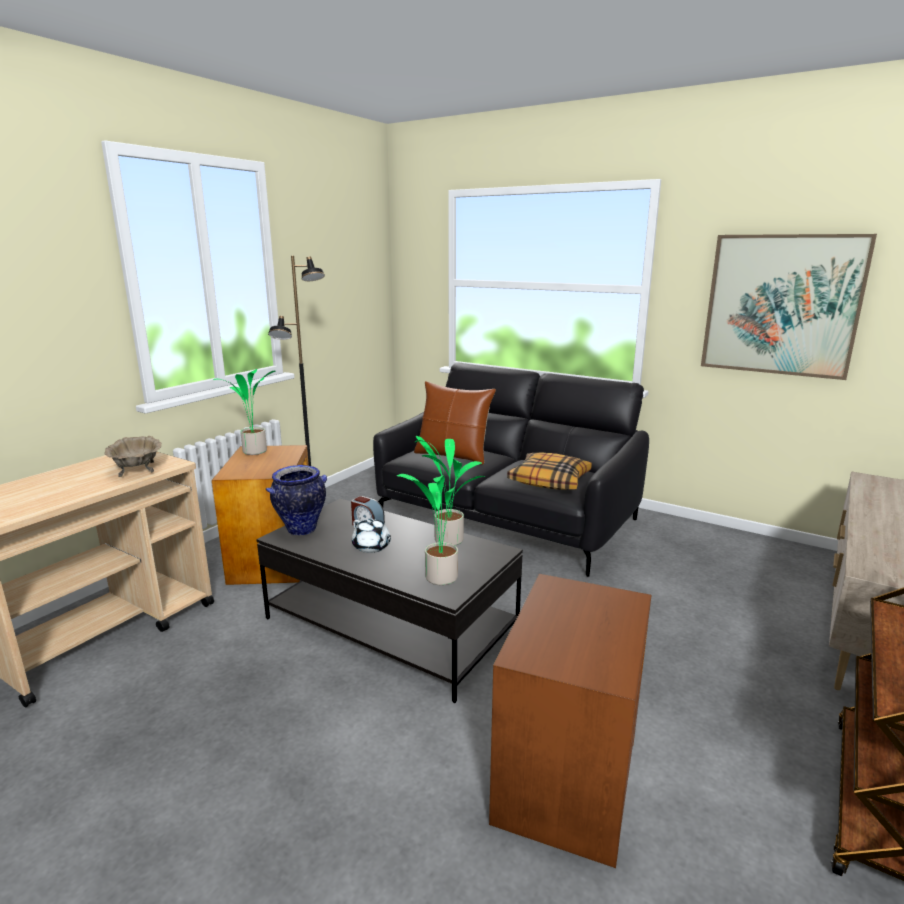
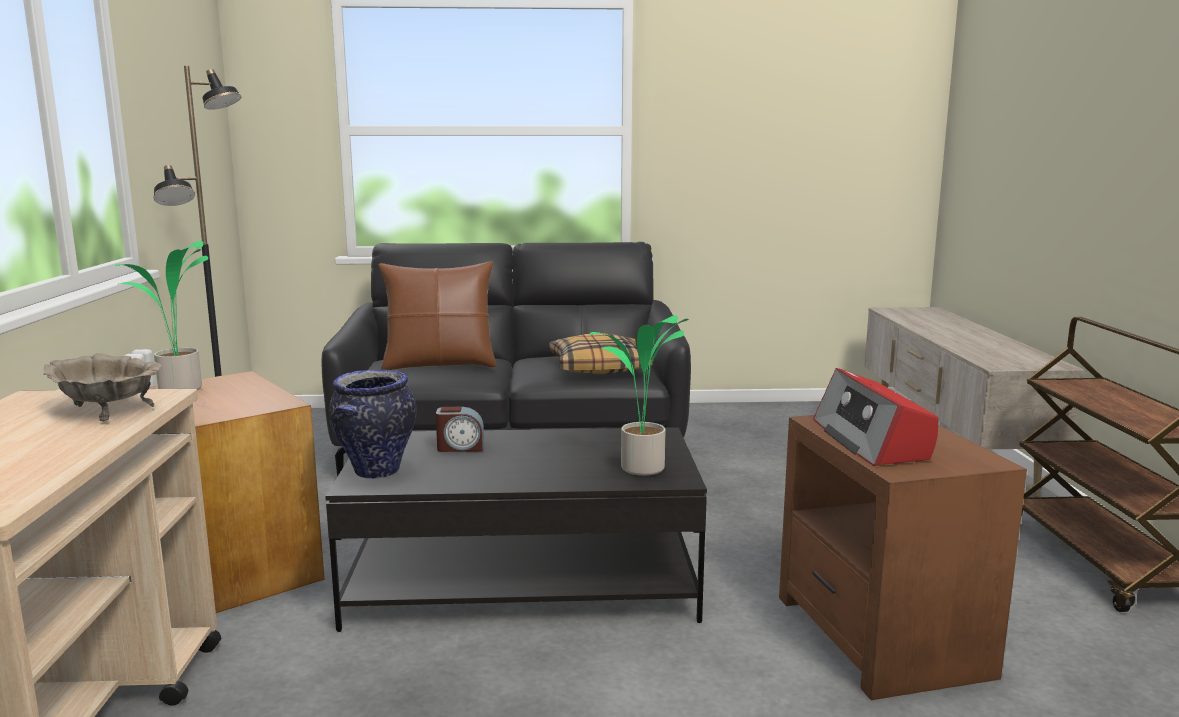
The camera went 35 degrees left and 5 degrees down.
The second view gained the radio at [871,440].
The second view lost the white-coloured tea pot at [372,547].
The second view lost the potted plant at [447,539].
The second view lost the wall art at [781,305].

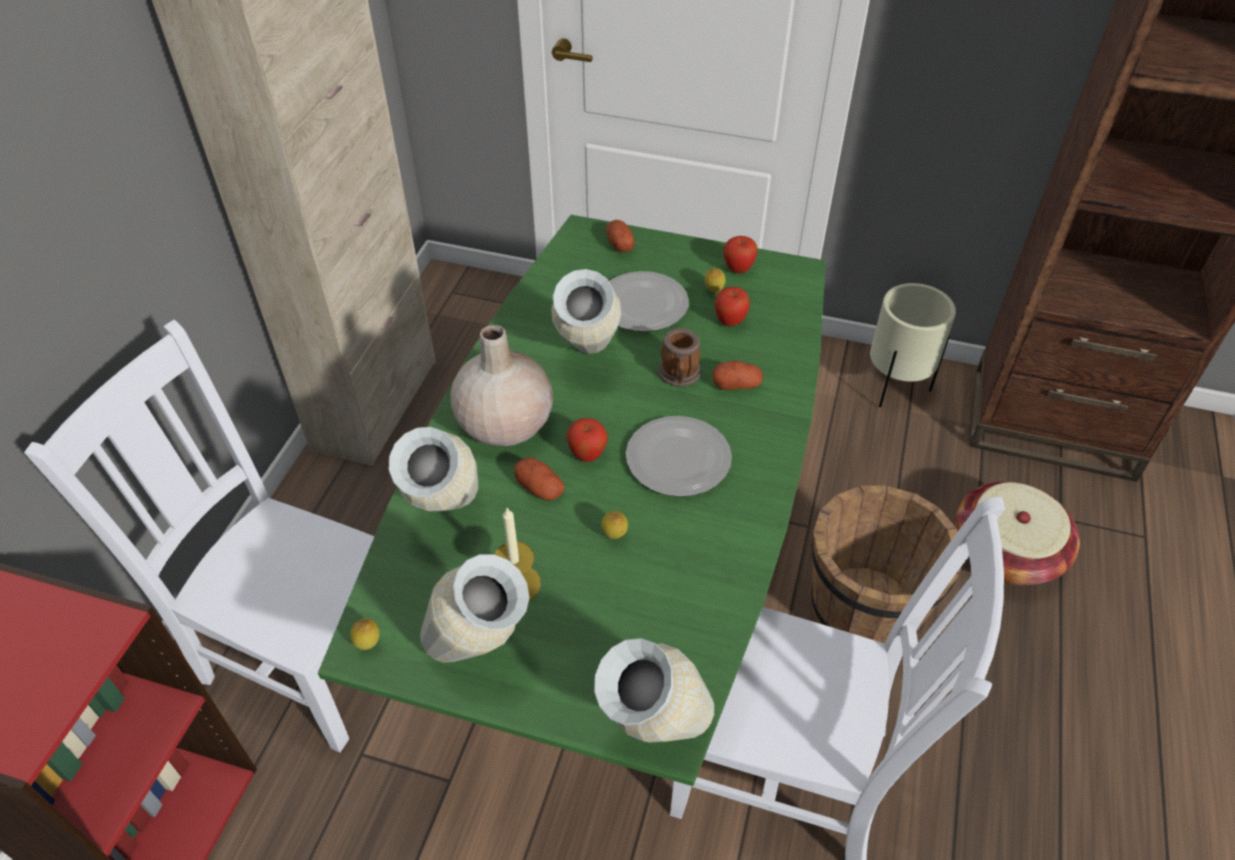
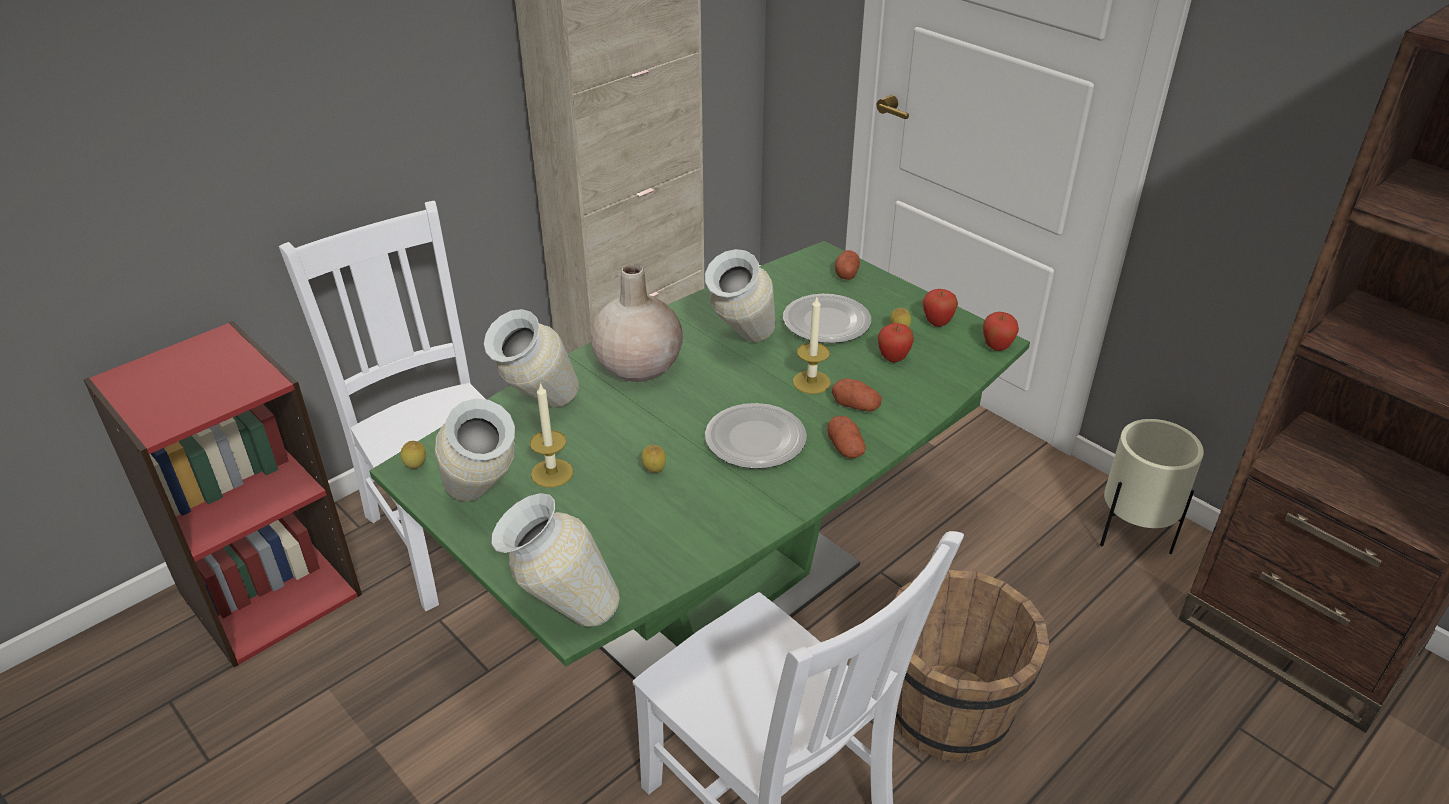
The camera went 30 degrees right and 10 degrees down.
Where the coffee mug stood at [679,376], the candle came to stand at [811,382].
The spud ended up elsewhere, having gone from [540,488] to [845,447].
The apple ended up elsewhere, having gone from [587,455] to [996,347].
The second view lost the household basket at [1006,552].

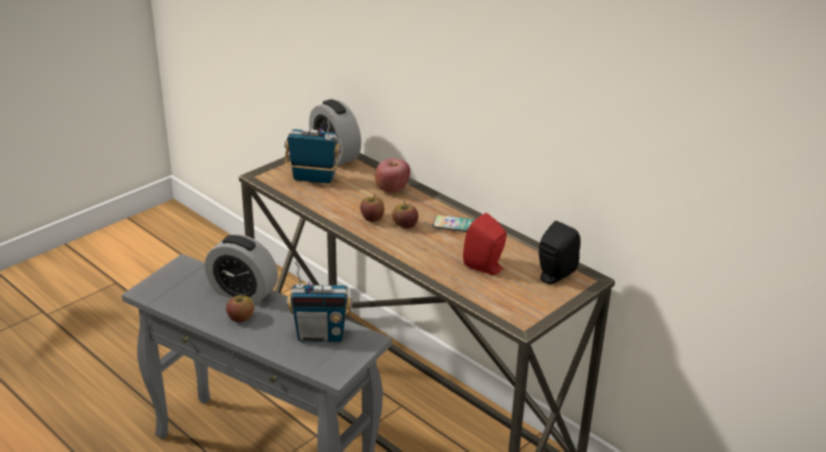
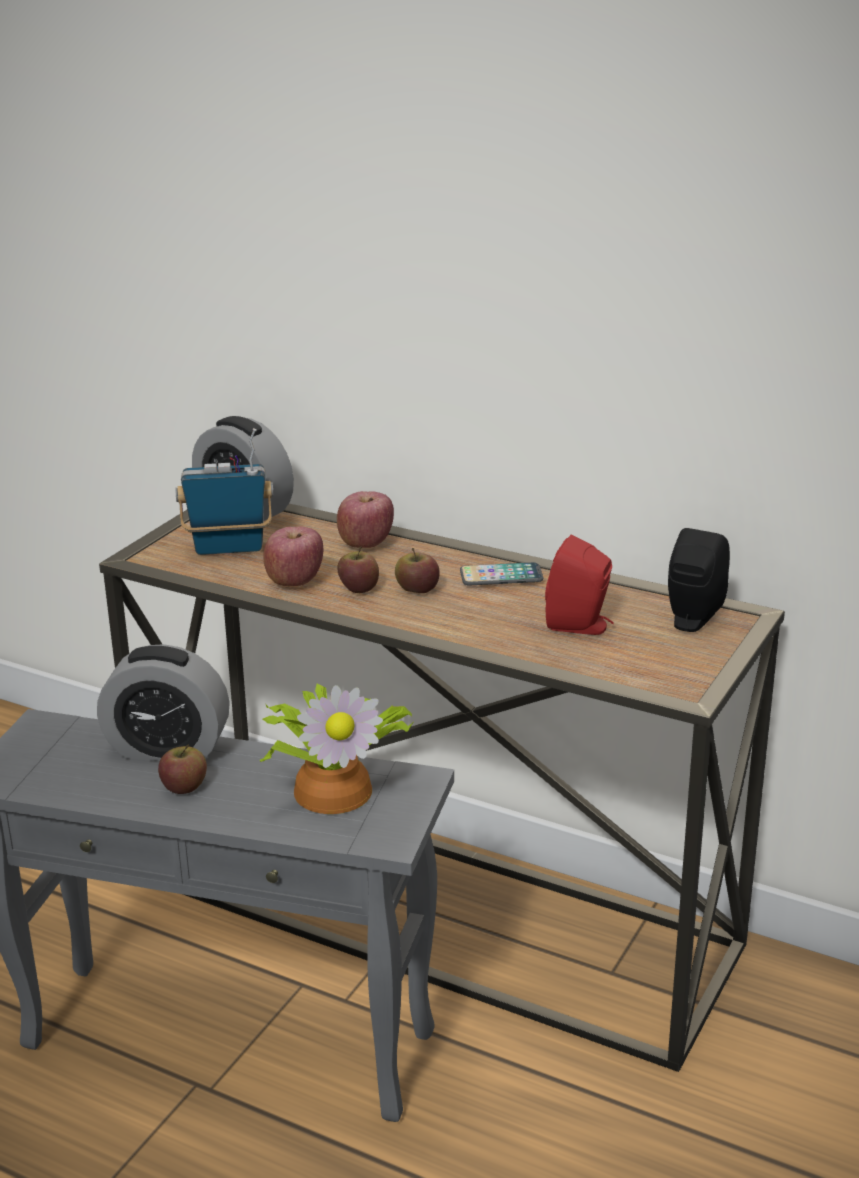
The camera went 15 degrees left and 5 degrees down.
Where the radio stood at [320,335], the potted plant came to stand at [335,787].
The second view gained the apple at [294,580].

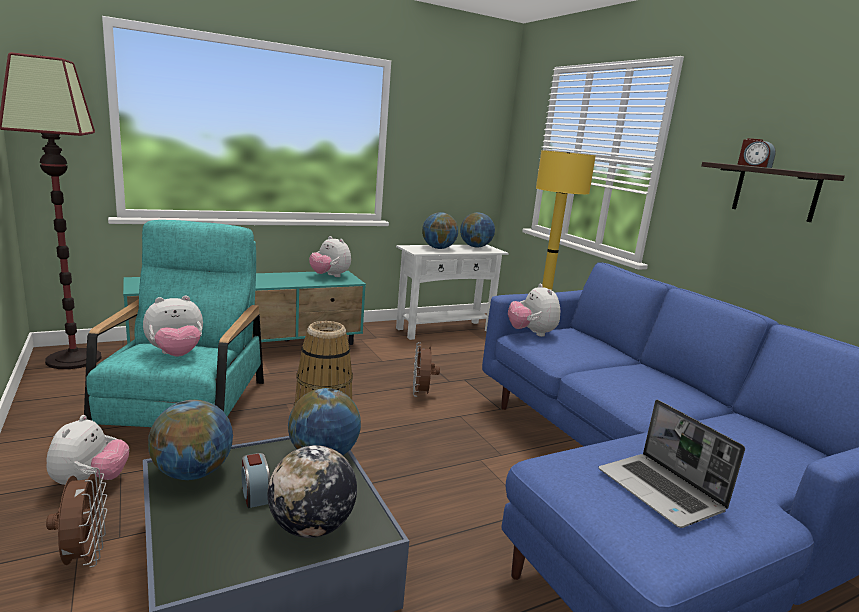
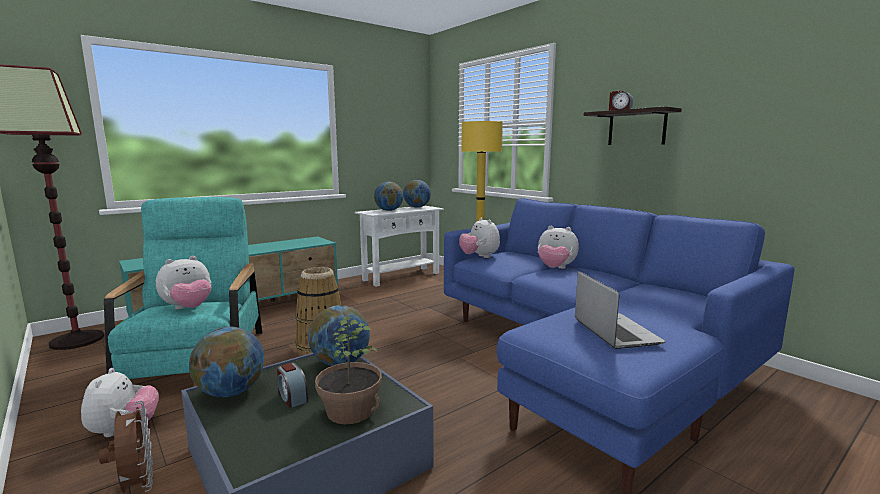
The camera went 10 degrees left and 5 degrees down.
Where the desk globe stood at [311,527], the potted plant came to stand at [349,411].
The soft toy ended up elsewhere, having gone from [329,276] to [555,268].
The notebook computer at [661,491] ended up facing another way, 150 degrees counterclockwise from before.
The second view lost the brown cooling fan at [421,394].

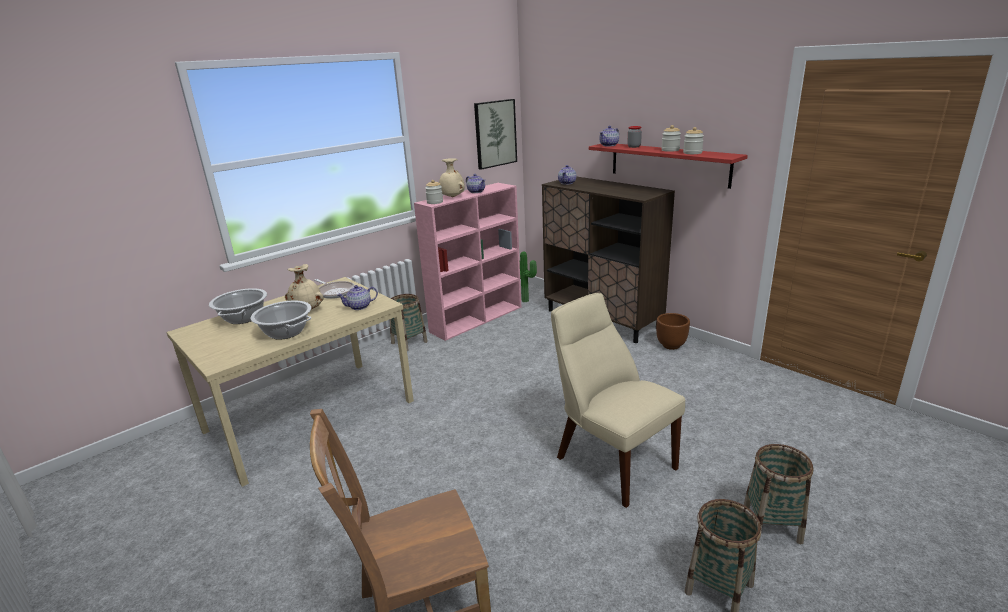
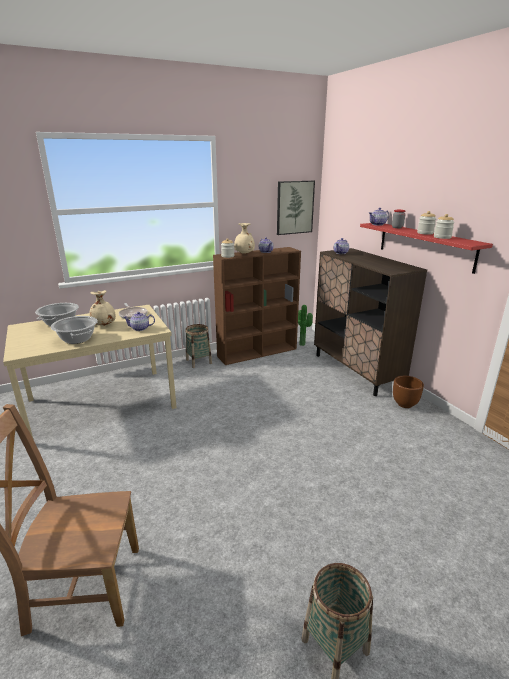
The camera went 15 degrees right and 0 degrees up.
What was the pinkish bookshelf at [477,319] turned into the brown bookshelf at [258,352].
The second view lost the beige-coloured chair at [611,460].
The second view lost the household basket at [772,524].

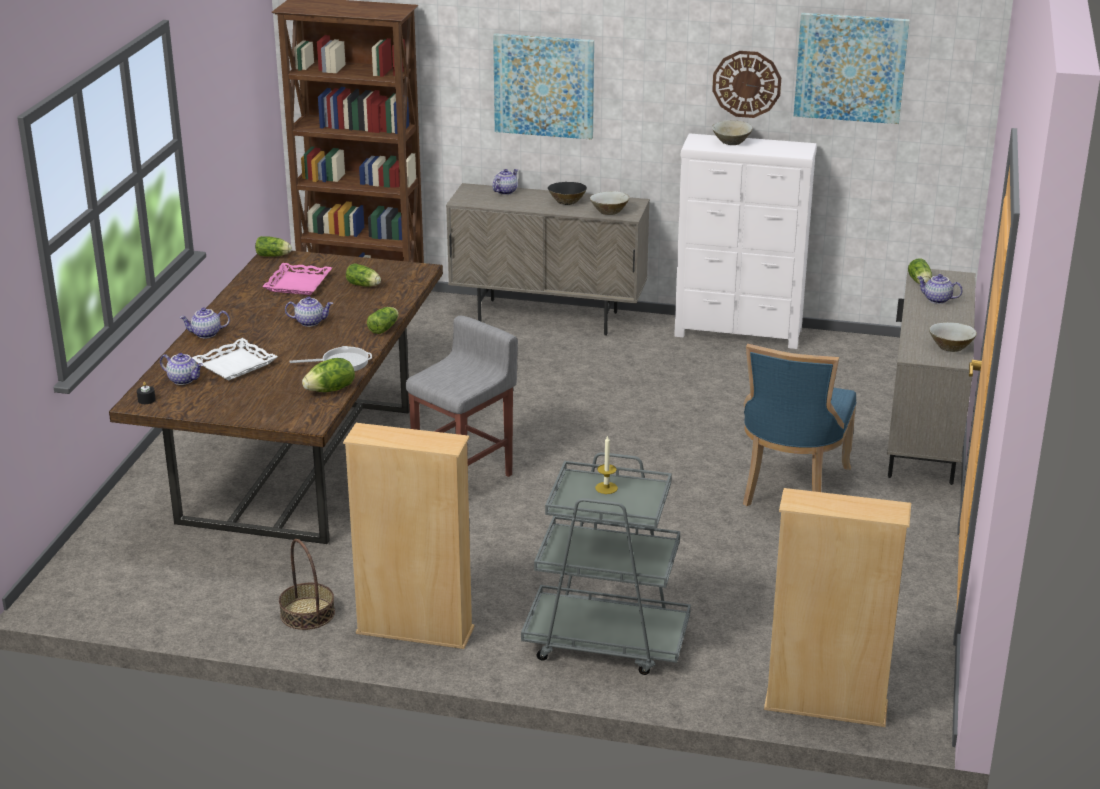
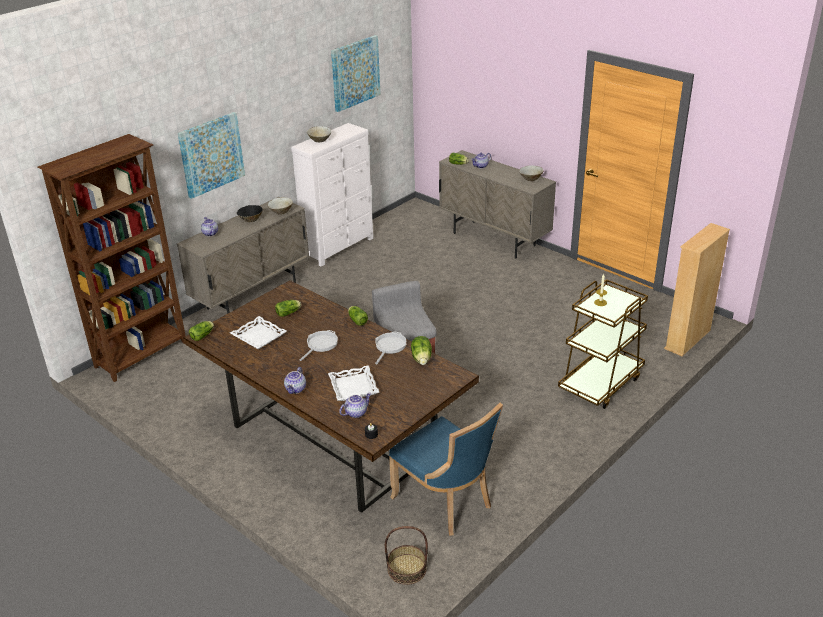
The camera went 60 degrees left and 5 degrees up.
What was the pinkish serving tray at [297,284] turned into the white-coloured serving tray at [258,336].
Where the tea pot stood at [310,322], the pan came to stand at [320,344].
The household basket ended up elsewhere, having gone from [307,613] to [406,569].
The blue-coloured chair ended up elsewhere, having gone from [791,488] to [446,502].
What was the greyish cart at [605,641] turned into the brown cart at [600,383].
The second view lost the beige-coloured bookshelf at [415,631].
The second view lost the wall clock at [746,84].

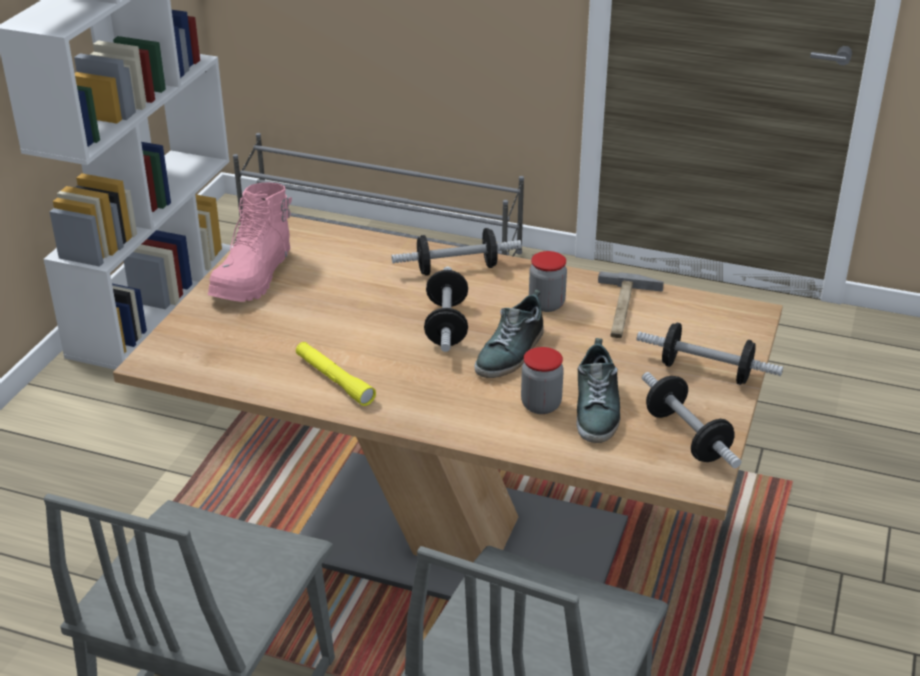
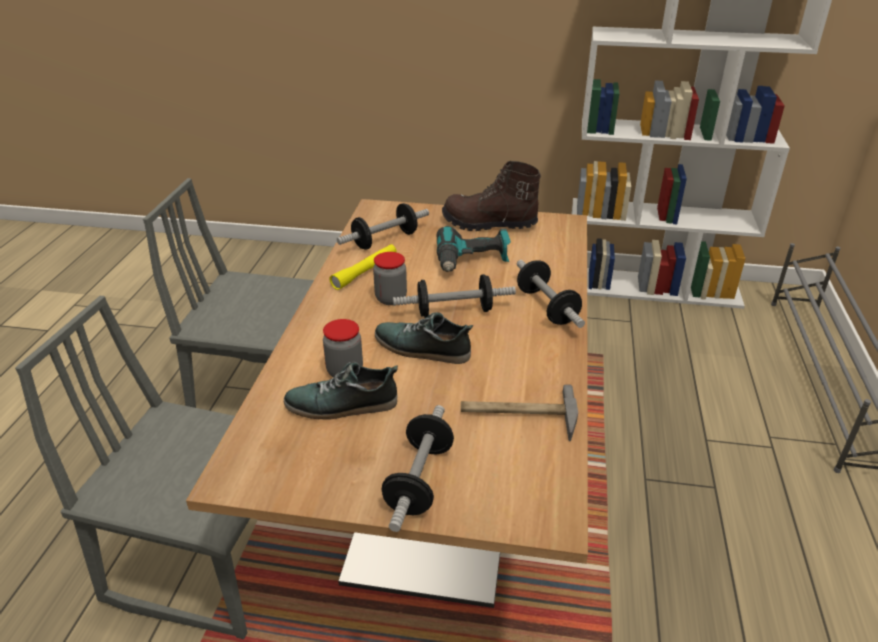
The camera went 80 degrees right and 0 degrees up.
The hand weight ended up elsewhere, having gone from [687,437] to [385,240].
The jar ended up elsewhere, having gone from [546,304] to [391,298].
The second view gained the electric drill at [472,261].
What was the pinkish tall boot at [254,278] turned into the brown tall boot at [488,224].

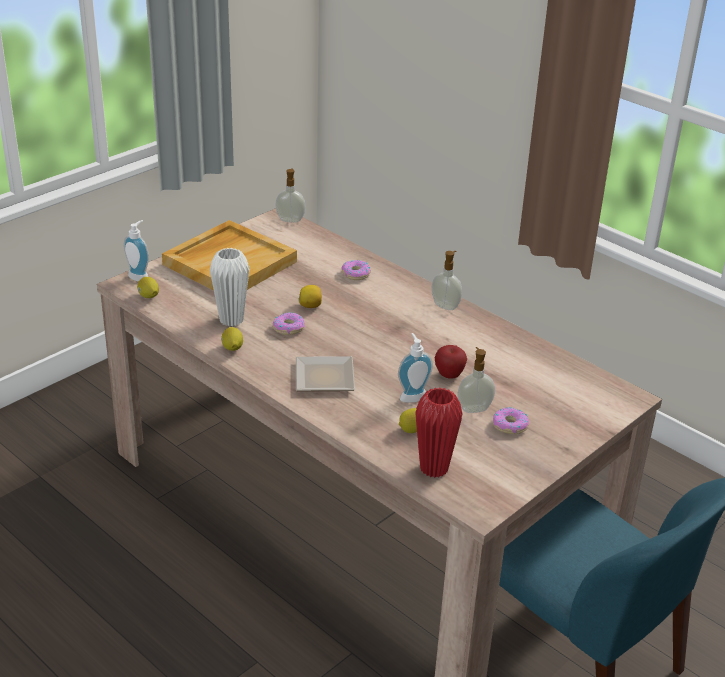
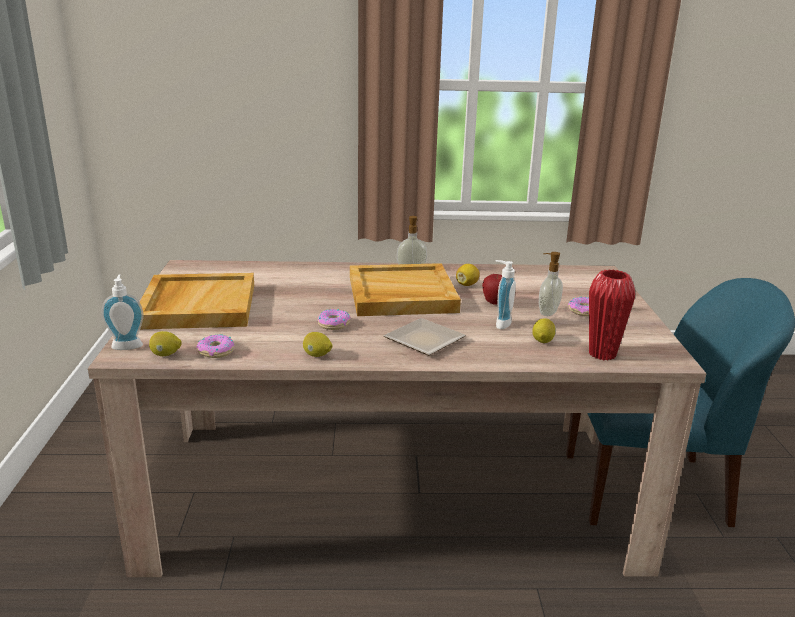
The camera went 45 degrees left and 10 degrees down.
The ring doughnut ended up elsewhere, having gone from [355,274] to [216,351].
The second view gained the beige-coloured serving tray at [401,294].
The citrus fruit ended up elsewhere, having gone from [310,306] to [467,284].
The second view lost the white-coloured decorative vase at [231,320].
The second view lost the soap bottle at [290,220].

